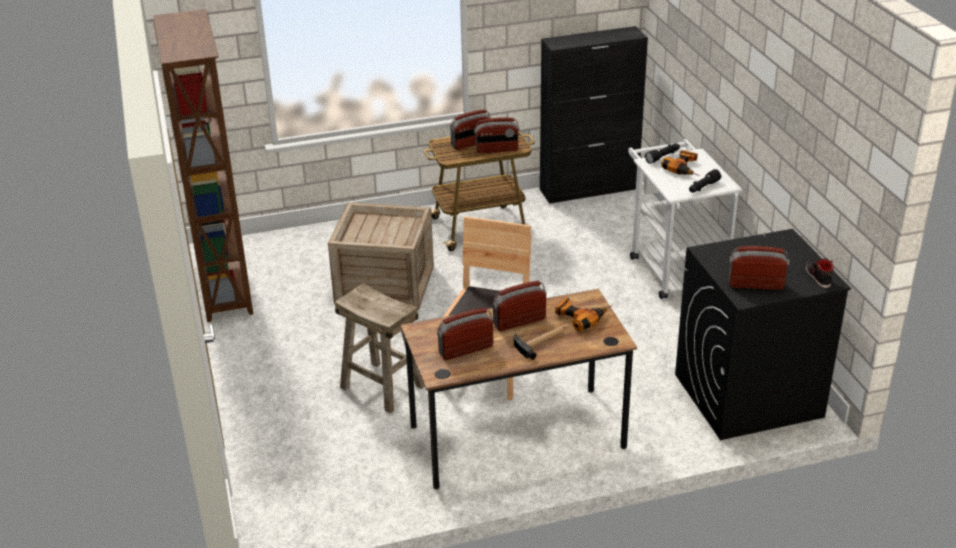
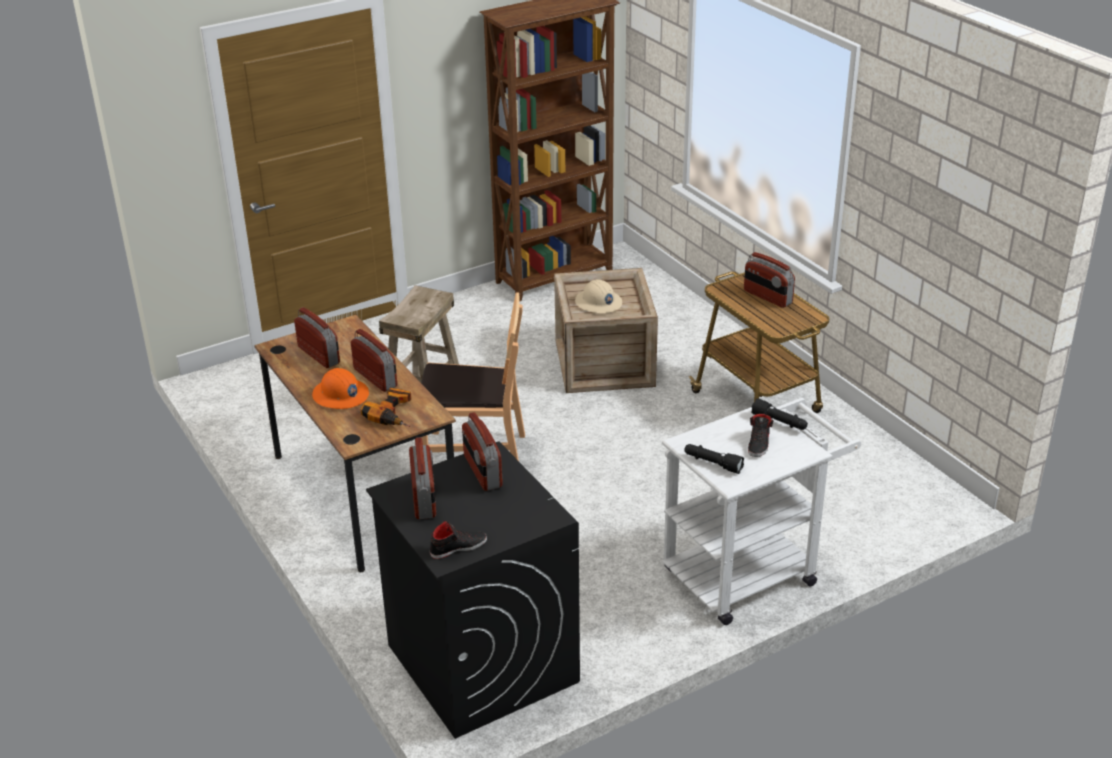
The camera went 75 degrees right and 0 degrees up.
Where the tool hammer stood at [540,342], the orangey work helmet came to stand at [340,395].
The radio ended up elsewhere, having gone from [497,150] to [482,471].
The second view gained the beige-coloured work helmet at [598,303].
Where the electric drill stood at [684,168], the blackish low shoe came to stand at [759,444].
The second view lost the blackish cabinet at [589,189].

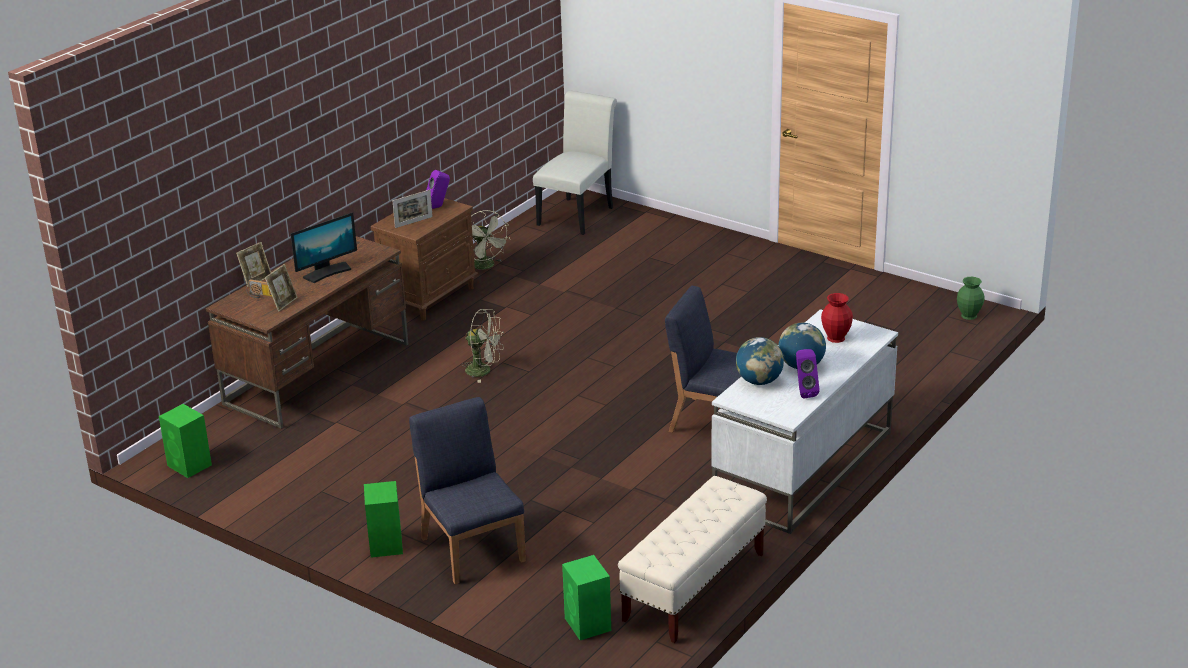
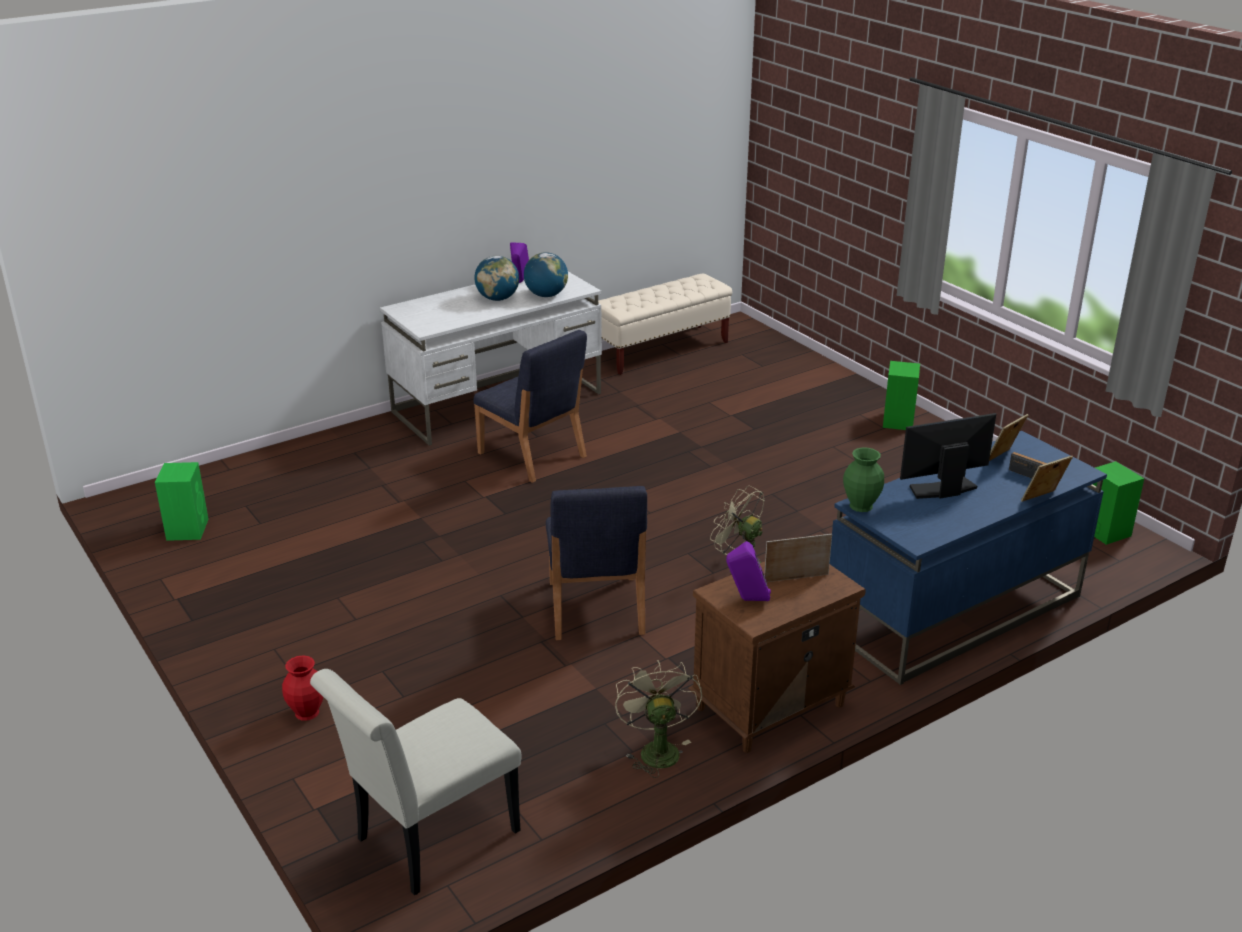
The camera went 160 degrees left and 0 degrees up.
The green-coloured loudspeaker ended up elsewhere, having gone from [588,625] to [188,529].
The red decorative vase ended up elsewhere, having gone from [835,338] to [308,712].
The blue-coloured chair ended up elsewhere, having gone from [473,548] to [595,609].
What was the brown desk unit at [318,373] turned into the blue-coloured desk unit at [953,613].
The green-coloured decorative vase ended up elsewhere, having gone from [969,315] to [860,506].

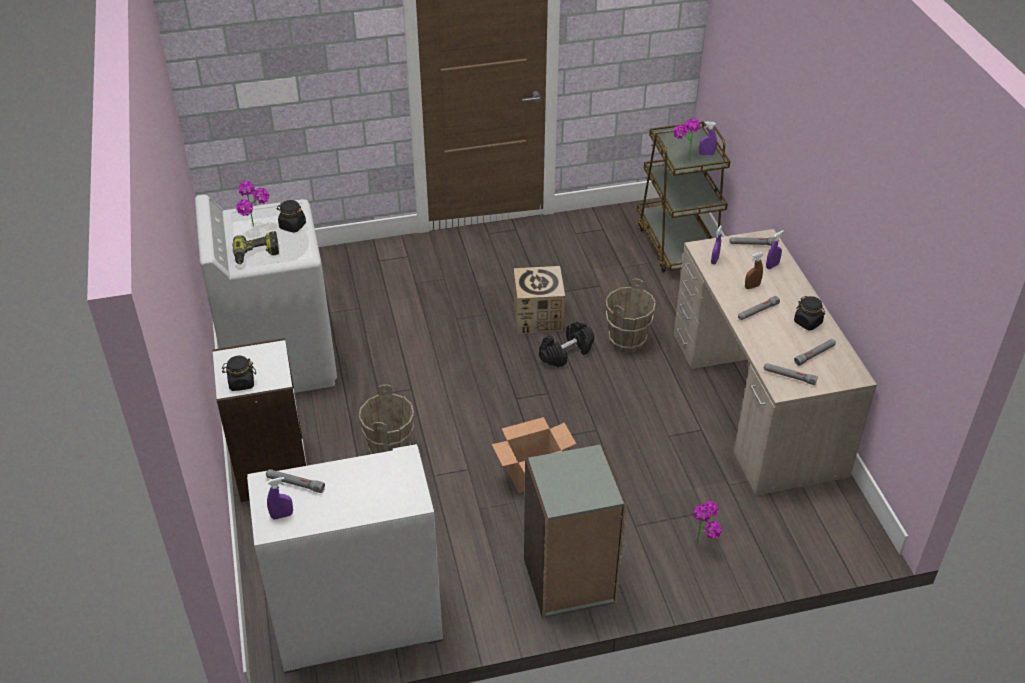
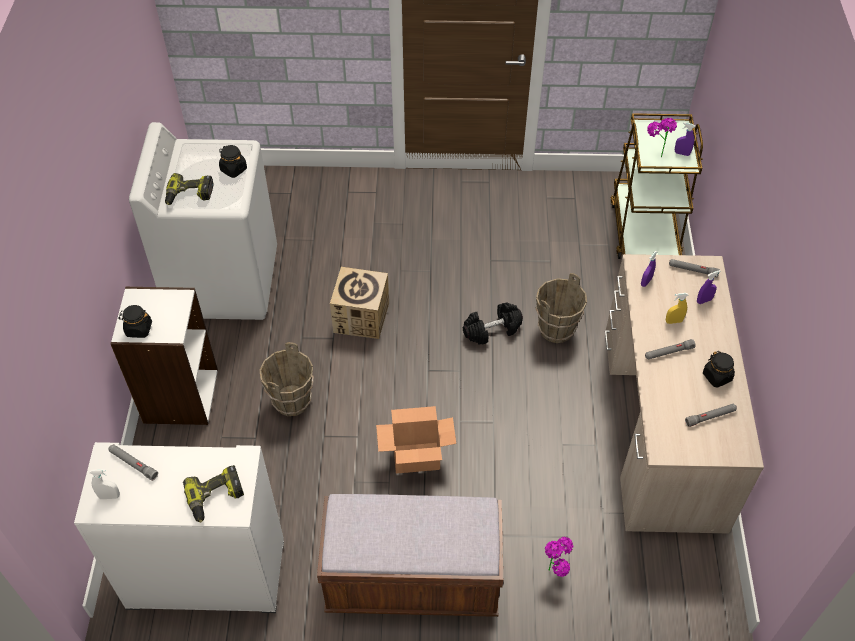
The camera went 15 degrees right and 10 degrees up.
What was the purplish hand sprayer at [282,515] turned into the white-coloured hand sprayer at [109,496].
The second view gained the electric drill at [215,498].
Where the greyish bookshelf stood at [569,581], the brown bench came to stand at [412,580].
The packing box ended up elsewhere, having gone from [538,317] to [361,317].
What was the brown hand sprayer at [752,286] turned into the yellow-coloured hand sprayer at [673,321].
The second view lost the potted plant at [257,228].
The second view lost the greyish torch at [789,376].

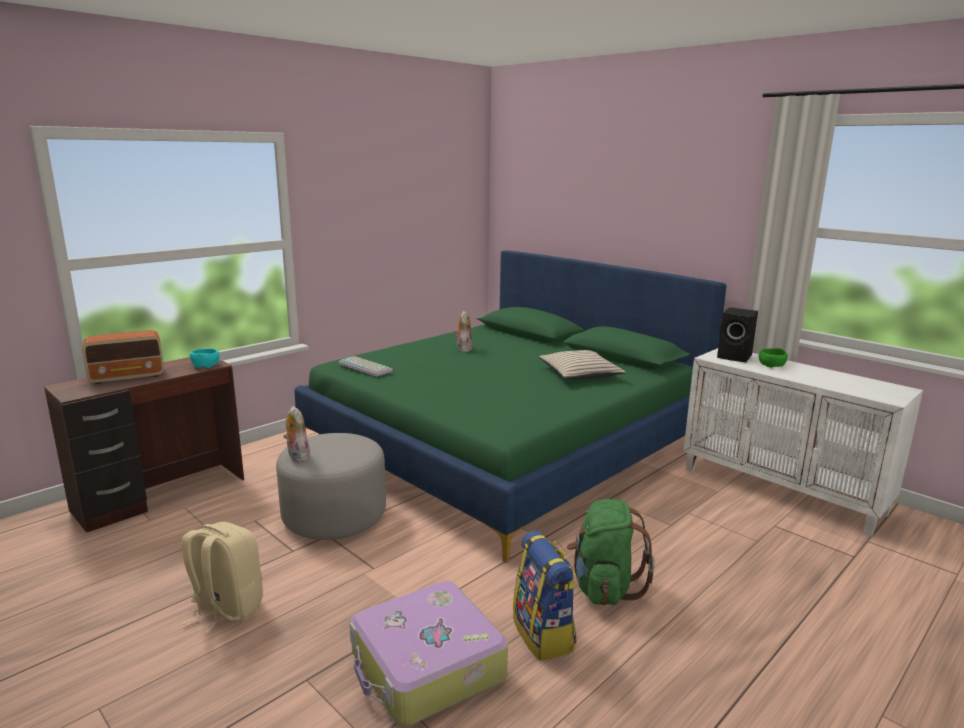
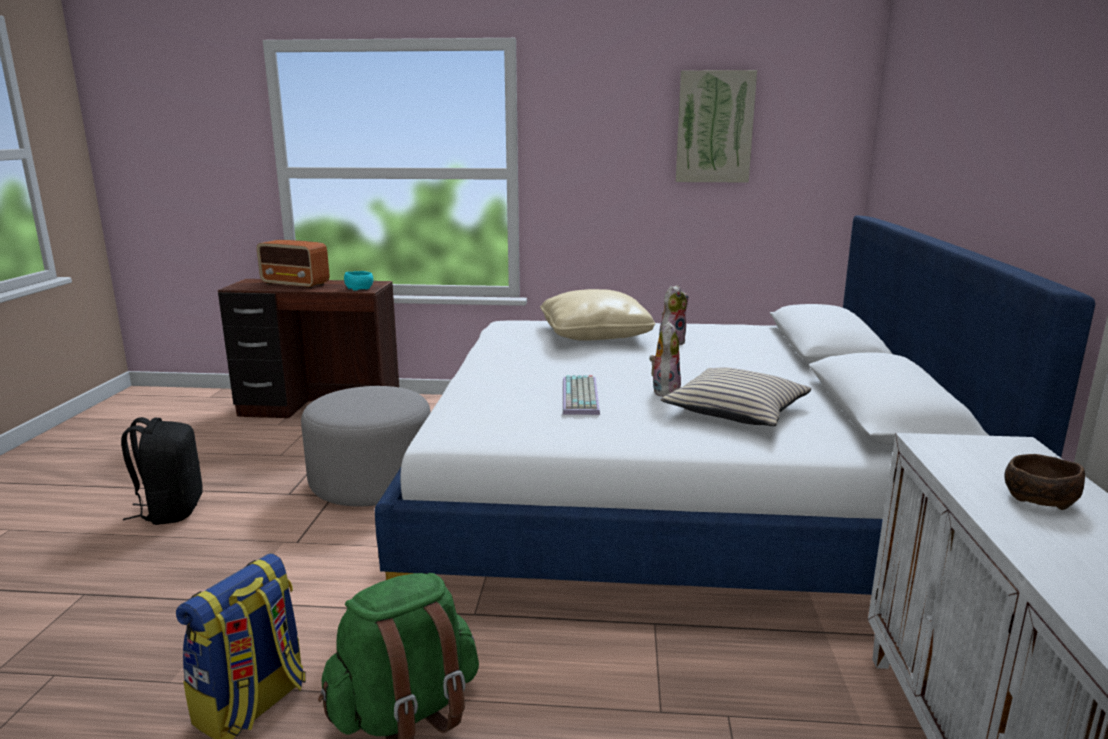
The camera went 50 degrees right and 0 degrees up.
What was the beige-coloured knapsack at [225,609] turned into the blackish knapsack at [171,510].
What was the green-coloured bedroom bed at [505,443] turned into the white-coloured bedroom bed at [673,494].
The second view gained the beige-coloured pillow at [595,335].
The PC keyboard ended up elsewhere, having gone from [366,367] to [582,397].
The soft toy ended up elsewhere, having gone from [297,456] to [664,391].
The second view gained the wall art at [714,127].
What was the green-coloured deep dish at [771,365] turned into the brown deep dish at [1037,499].
The second view lost the travel case at [426,667].
The second view lost the blackish loudspeaker at [736,357].

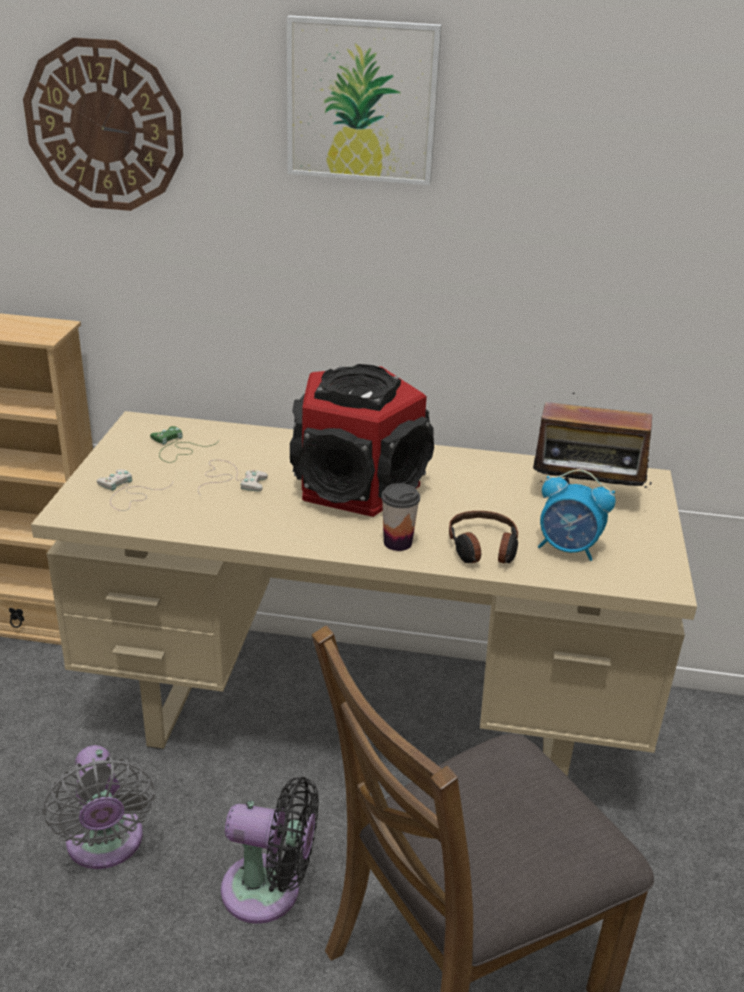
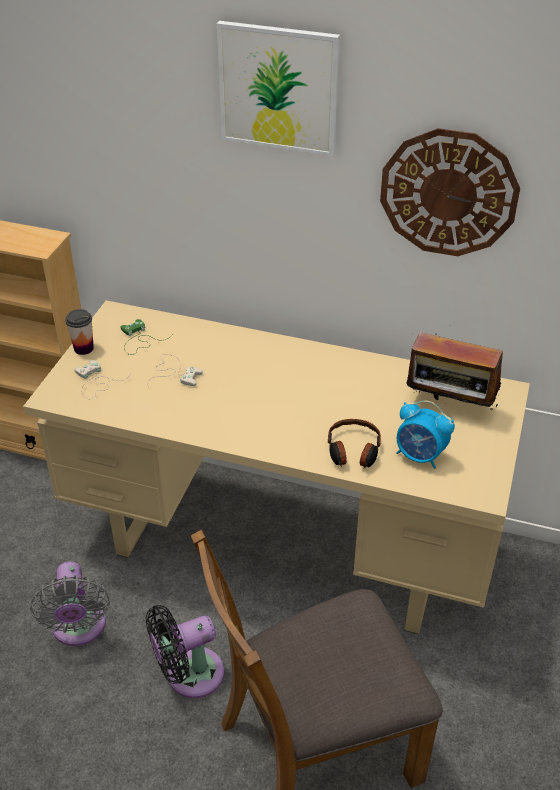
The camera went 10 degrees right and 10 degrees up.
The drinking cup ended up elsewhere, having gone from [397,542] to [83,348].
The blackish cooling fan at [269,891] ended up facing another way, 135 degrees clockwise from before.
The wall clock ended up elsewhere, having gone from [104,126] to [448,193].
The second view lost the loudspeaker at [358,485].

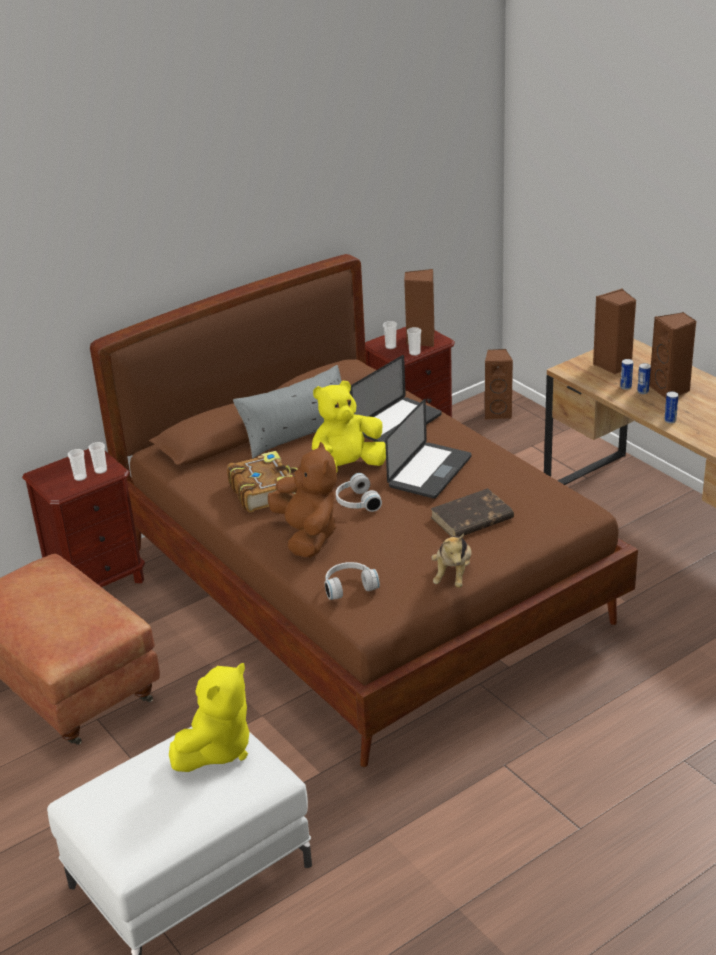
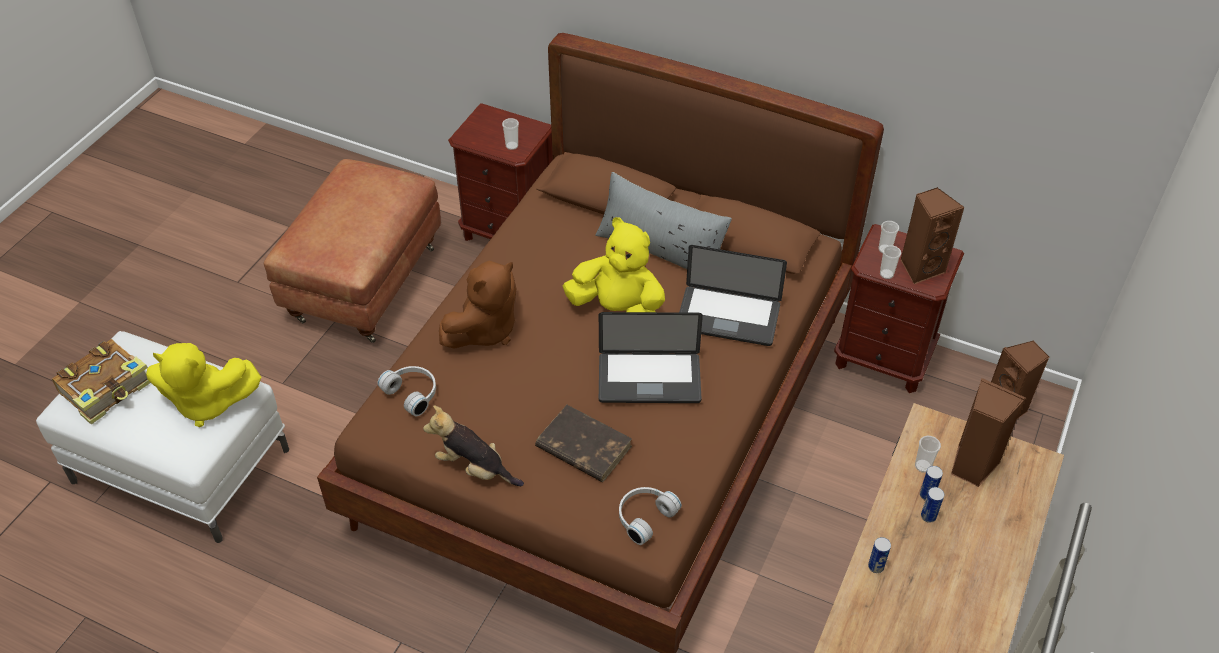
The camera went 60 degrees right and 15 degrees up.
The bound book ended up elsewhere, having gone from [264,491] to [107,388].
The soft toy at [453,575] ended up facing another way, 45 degrees clockwise from before.
The white-coloured headset ended up elsewhere, having gone from [356,502] to [644,517].
The drinking cup ended up elsewhere, having gone from [80,477] to [923,466].
The second view lost the brown loudspeaker at [670,390].

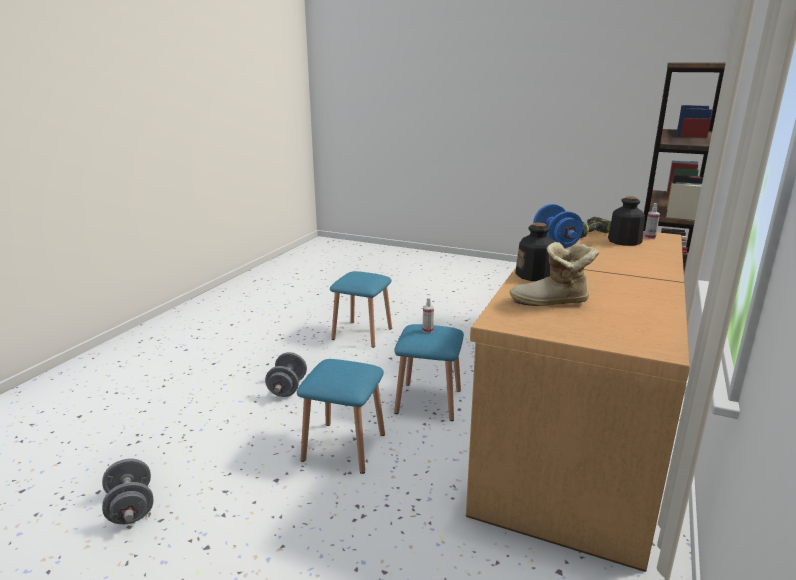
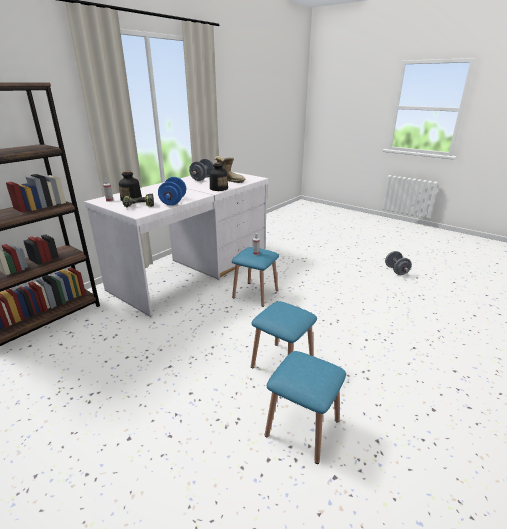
The camera went 165 degrees left and 5 degrees up.
What was the brown desk unit at [574,431] turned into the white-coloured desk unit at [194,271].
The greyish hand weight ended up elsewhere, having gone from [287,388] to [202,179].
The blue-coloured stool seat ended up elsewhere, having gone from [344,447] to [302,428].

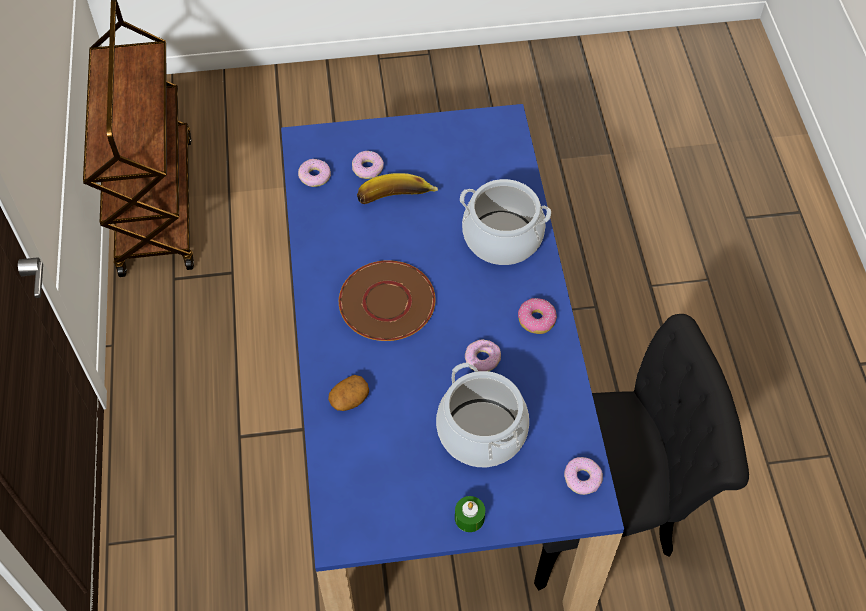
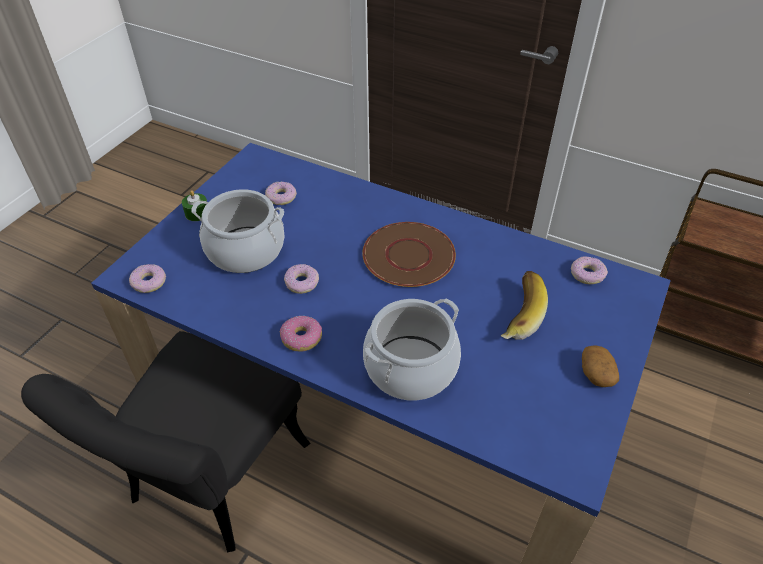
The camera went 125 degrees right and 10 degrees down.
The ring doughnut ended up elsewhere, having gone from [368,168] to [281,197].
The spud ended up elsewhere, having gone from [349,399] to [596,373].

